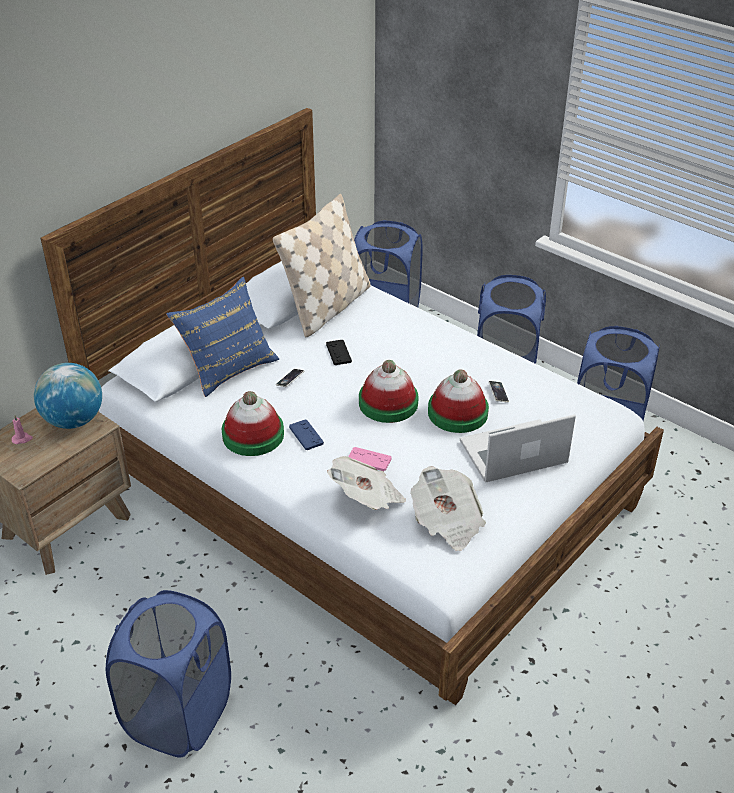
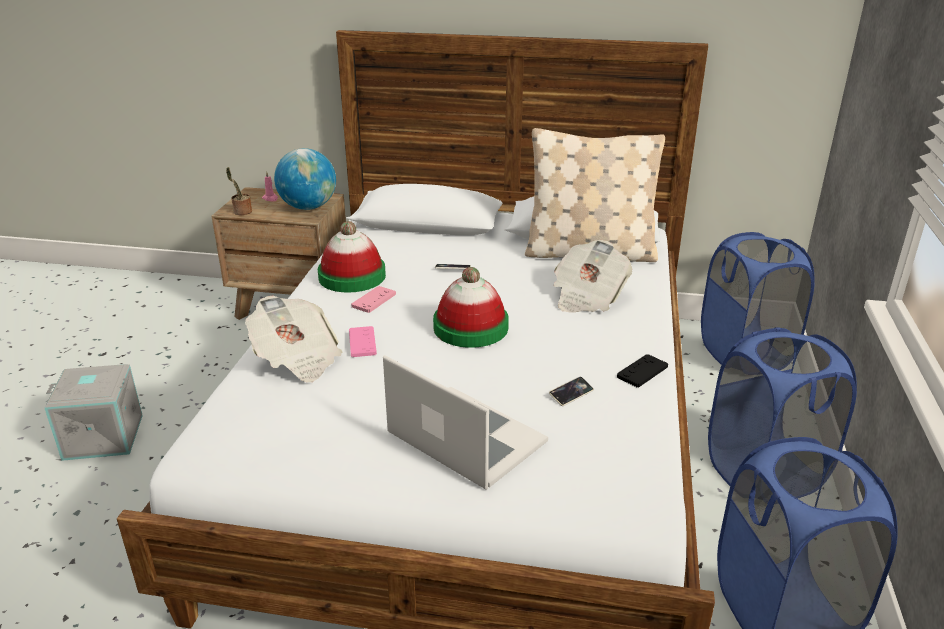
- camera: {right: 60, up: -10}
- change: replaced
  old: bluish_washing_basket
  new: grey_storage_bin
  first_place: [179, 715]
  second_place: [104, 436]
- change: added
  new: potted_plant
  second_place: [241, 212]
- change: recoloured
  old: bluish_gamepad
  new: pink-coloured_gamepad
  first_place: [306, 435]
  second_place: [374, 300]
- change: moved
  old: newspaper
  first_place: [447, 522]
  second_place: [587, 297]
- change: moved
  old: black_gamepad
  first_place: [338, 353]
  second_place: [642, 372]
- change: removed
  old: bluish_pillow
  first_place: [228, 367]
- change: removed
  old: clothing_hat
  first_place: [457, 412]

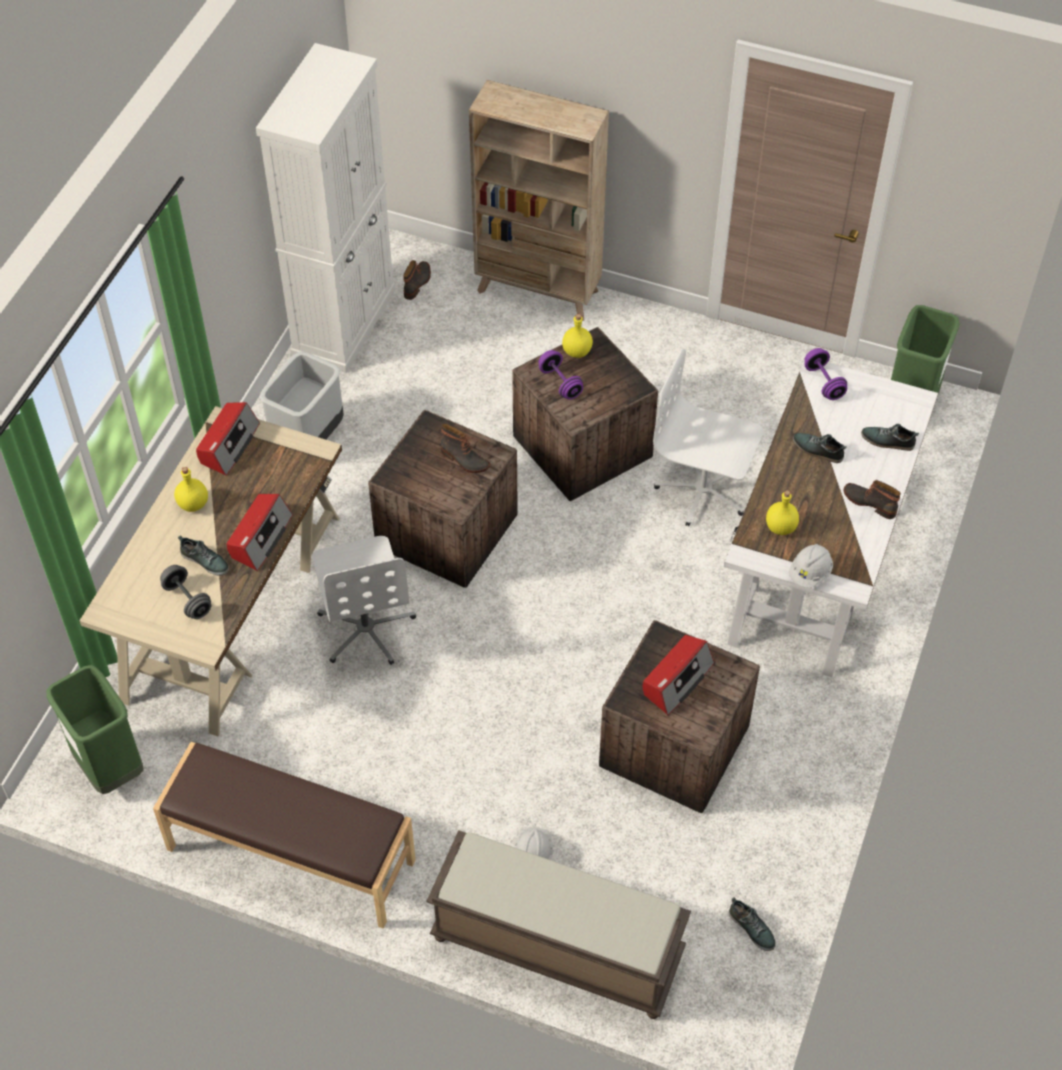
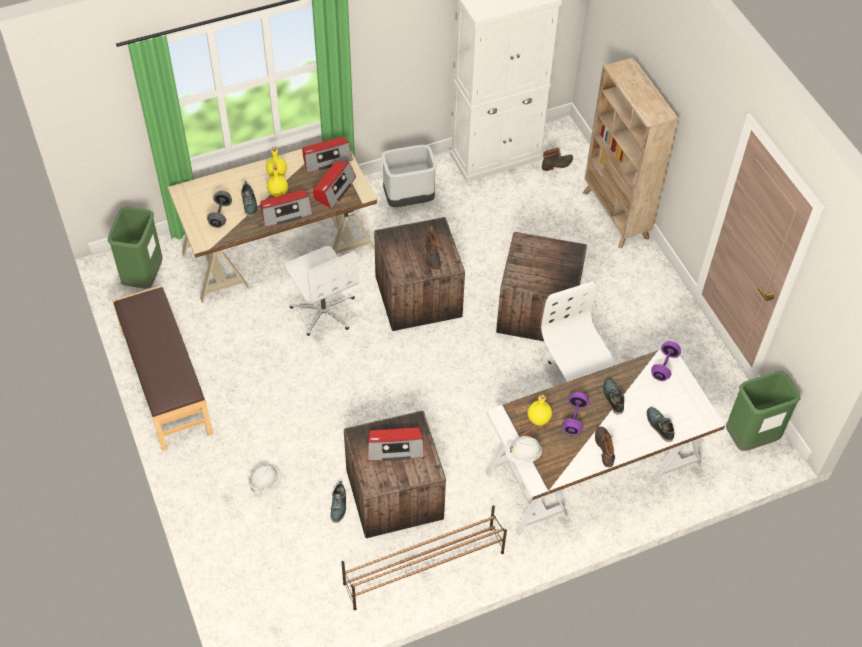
- camera: {right: 45, up: 0}
- change: moved
  old: yellow_drink_bottle
  first_place: [577, 352]
  second_place: [278, 193]
- change: turned
  old: whitish_desk_chair
  first_place: [366, 628]
  second_place: [324, 310]
  degrees: -60
- change: added
  new: radio
  second_place: [334, 189]
- change: moved
  old: low_shoe
  first_place: [752, 928]
  second_place: [339, 505]
- change: added
  new: brownish_shoe_rack
  second_place: [423, 568]
- change: moved
  old: purple_dumbbell
  first_place: [560, 383]
  second_place: [574, 419]
- change: removed
  old: brownish_bench
  first_place: [555, 947]

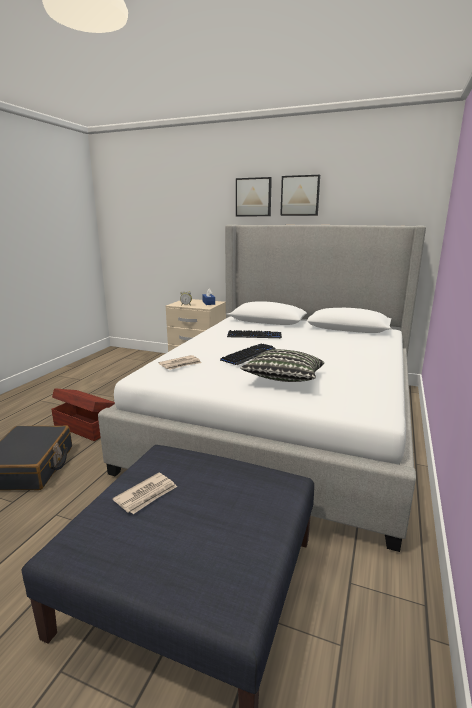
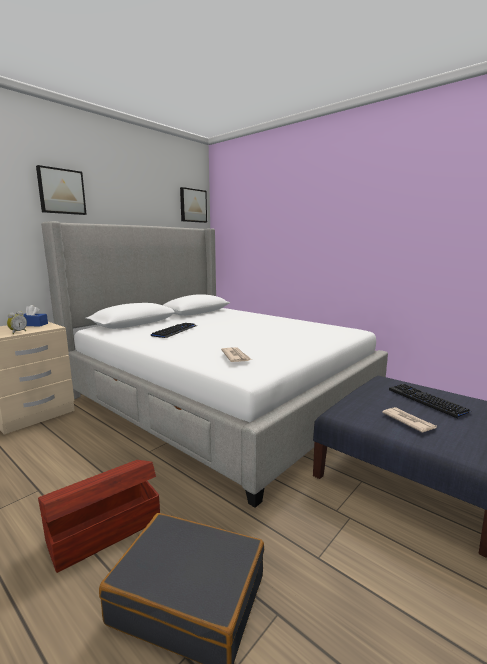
- camera: {right: -70, up: -5}
- change: moved
  old: wall_picture
  first_place: [300, 196]
  second_place: [192, 205]
- change: moved
  old: computer_keyboard
  first_place: [249, 355]
  second_place: [427, 400]
- change: removed
  old: pillow
  first_place: [283, 380]

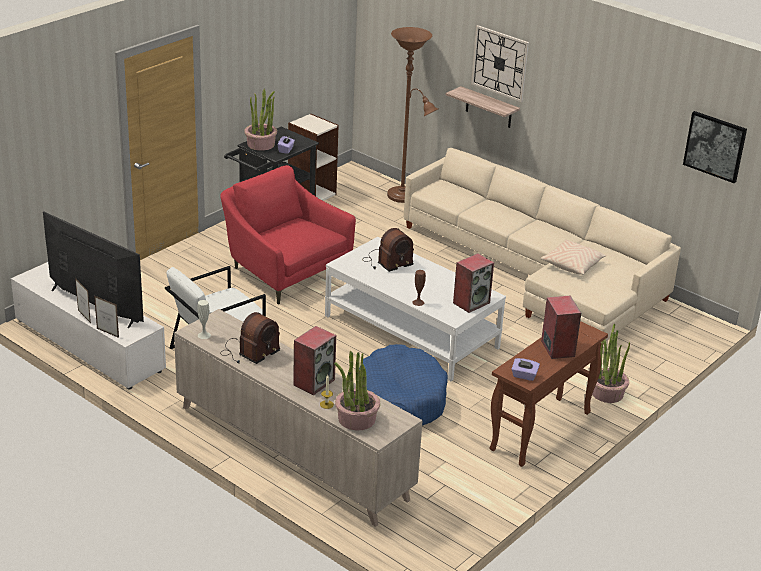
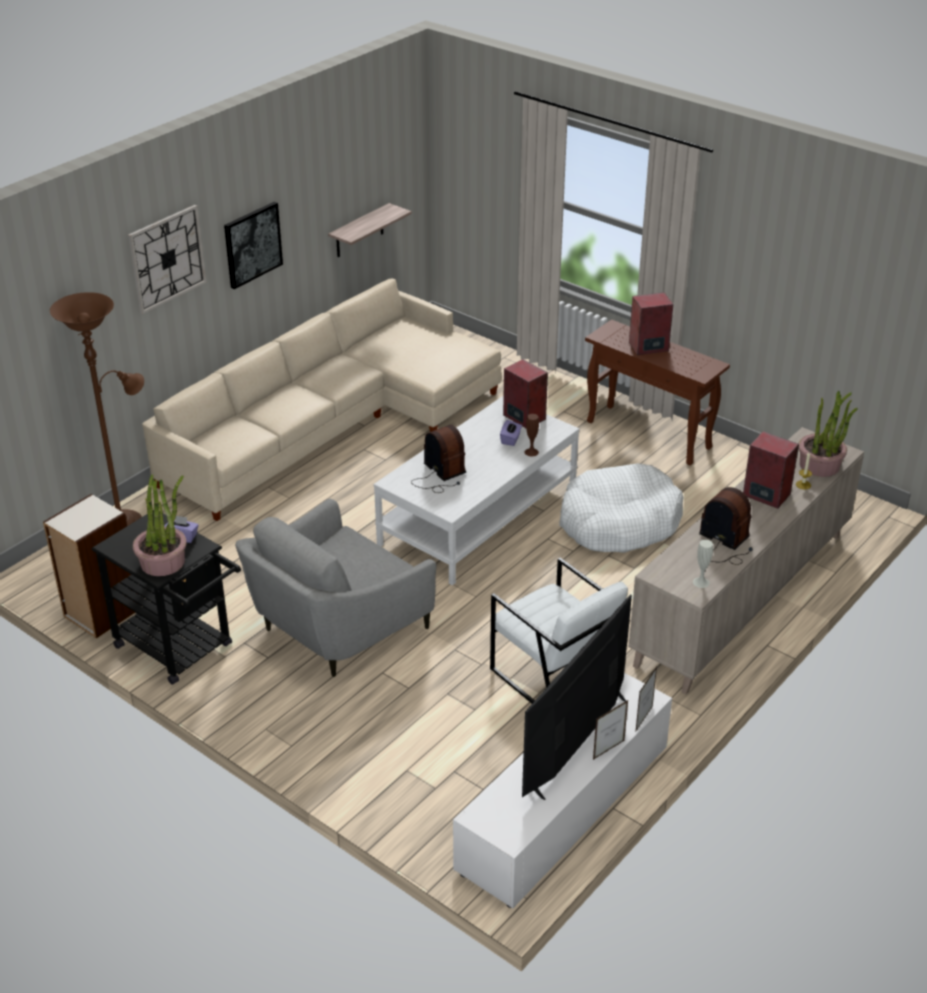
- camera: {right: -90, up: 5}
- change: moved
  old: wall_picture
  first_place: [715, 146]
  second_place: [252, 244]
- change: recoloured
  old: reddish_easy_chair
  new: grey_easy_chair
  first_place: [284, 270]
  second_place: [337, 628]
- change: moved
  old: bracket_shelf
  first_place: [489, 108]
  second_place: [359, 231]
- change: moved
  old: purple_box_of_tissues
  first_place: [524, 376]
  second_place: [511, 439]
- change: recoloured
  old: bluish_pet_bed
  new: whitish_pet_bed
  first_place: [401, 399]
  second_place: [618, 522]
- change: removed
  old: beige-coloured_pillow
  first_place: [572, 264]
- change: removed
  old: potted_plant
  first_place: [607, 393]

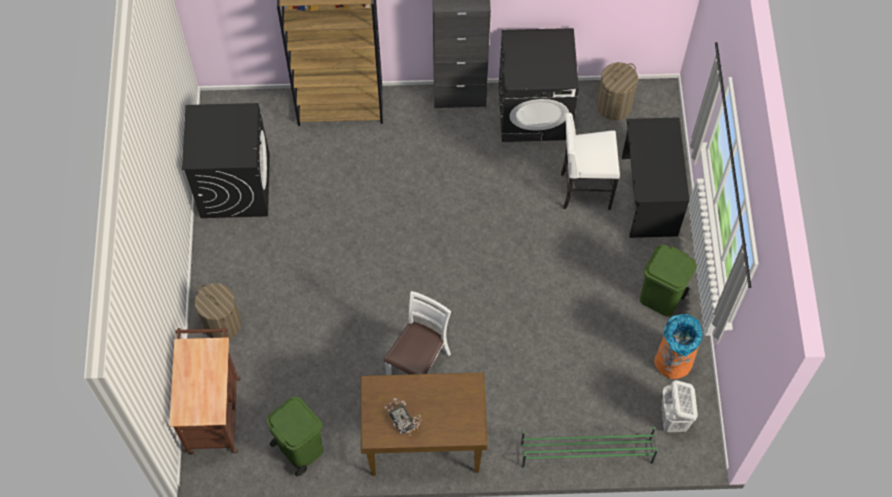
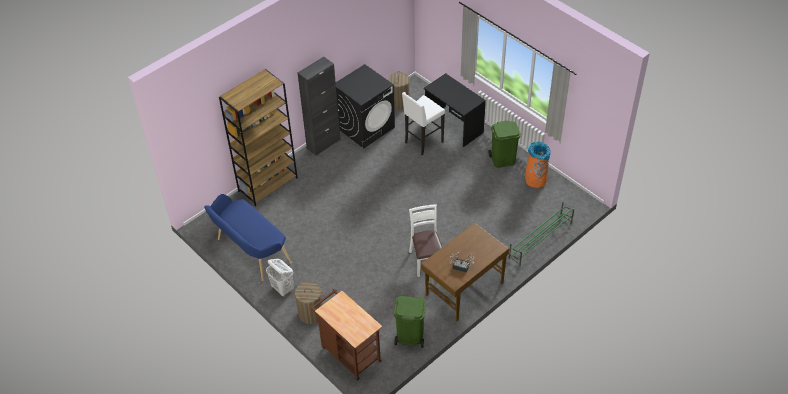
- camera: {right: -40, up: -15}
- change: replaced
  old: black_washing_machine
  new: bluish_bench
  first_place: [235, 185]
  second_place: [250, 252]
- change: moved
  old: whitish_washing_basket
  first_place: [673, 420]
  second_place: [283, 289]

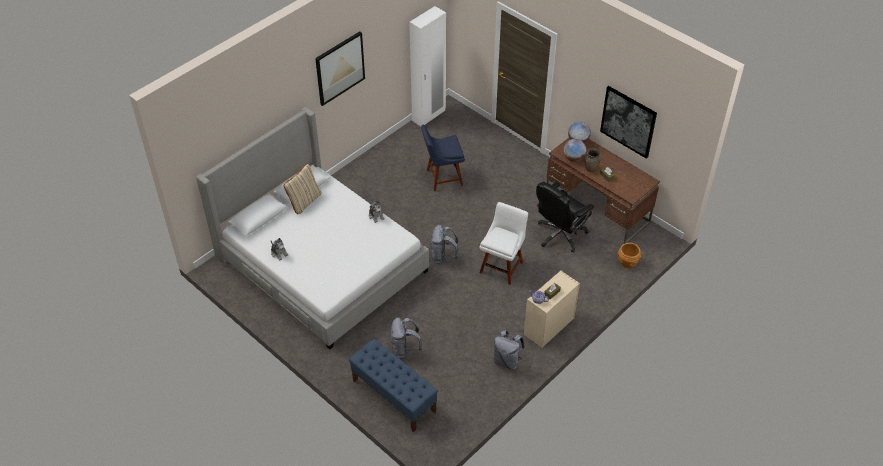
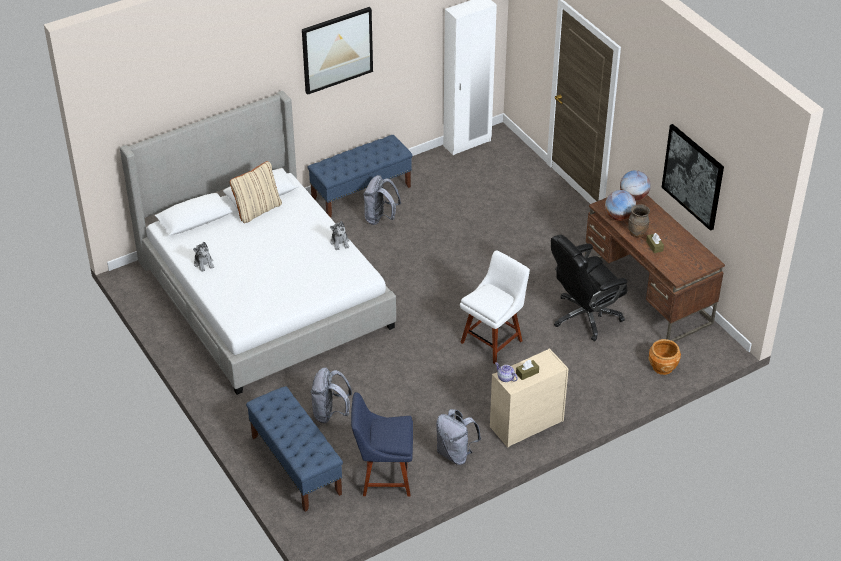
- camera: {right: 15, up: -5}
- change: added
  new: bluish_bench
  second_place: [361, 193]
- change: moved
  old: bluish_chair
  first_place: [442, 178]
  second_place: [383, 477]
- change: moved
  old: grey_knapsack
  first_place: [443, 256]
  second_place: [380, 218]

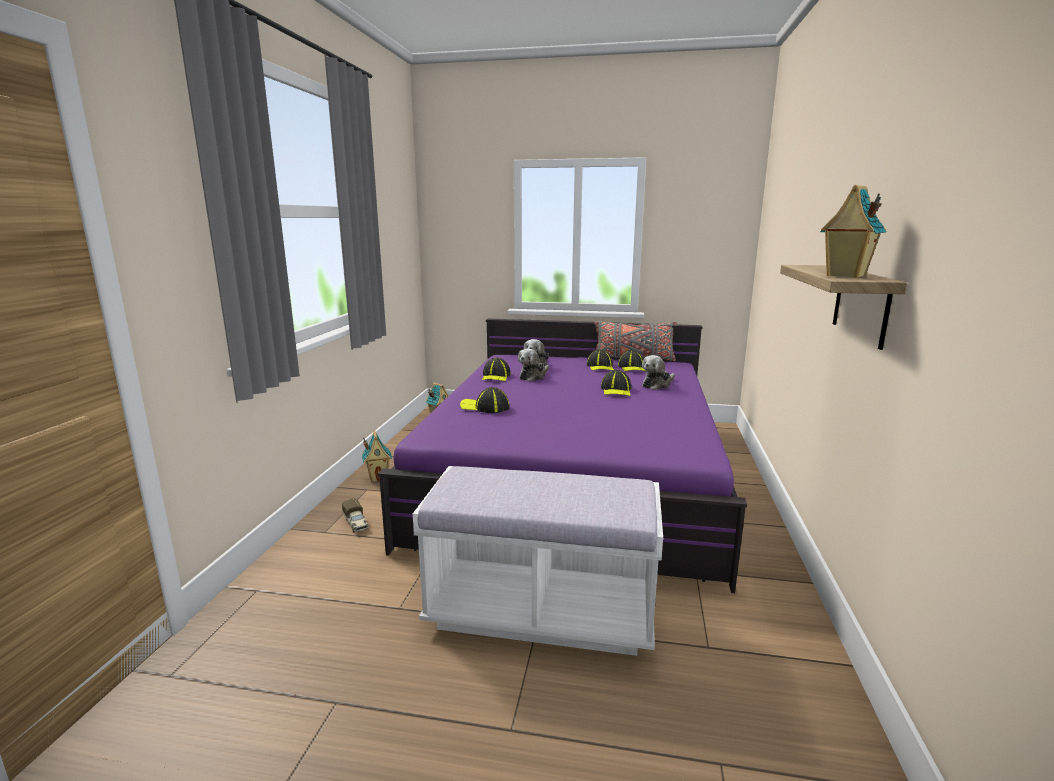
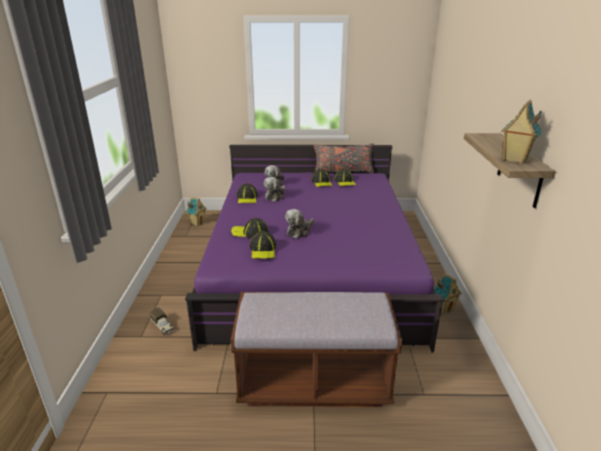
- camera: {right: -10, up: 10}
- change: recoloured
  old: whitish_bench
  new: brownish_bench
  first_place: [541, 611]
  second_place: [314, 382]
- change: moved
  old: cap
  first_place: [616, 390]
  second_place: [263, 250]
- change: moved
  old: plush_toy
  first_place: [657, 385]
  second_place: [299, 231]
- change: moved
  old: toy_house
  first_place: [379, 478]
  second_place: [443, 308]

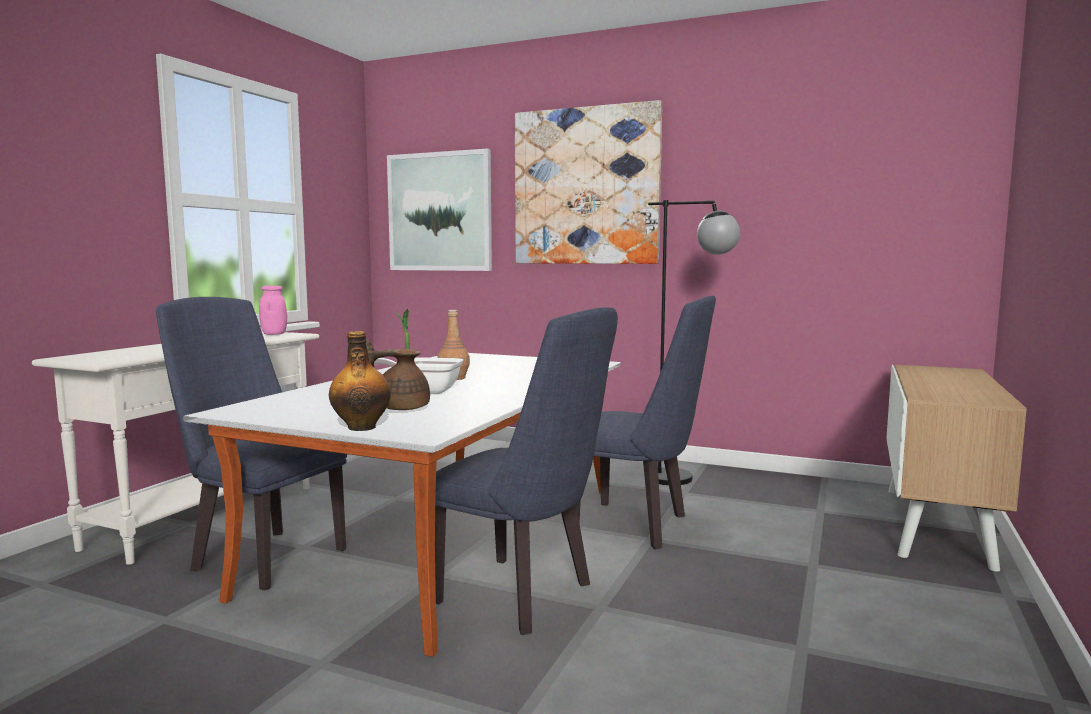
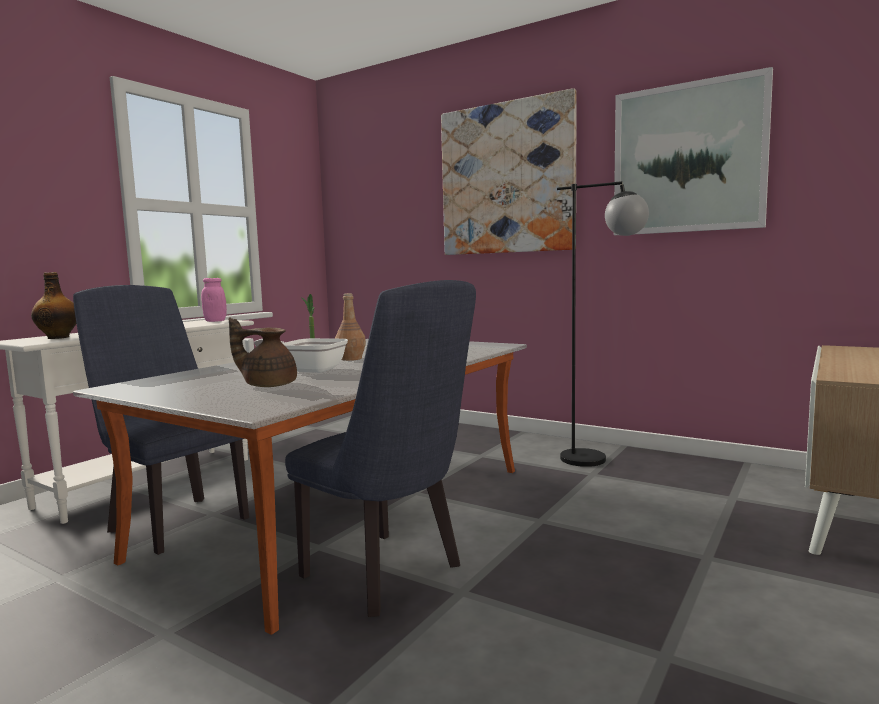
- camera: {right: 10, up: 0}
- change: moved
  old: drink_bottle
  first_place: [361, 427]
  second_place: [59, 337]
- change: moved
  old: wall_picture
  first_place: [439, 212]
  second_place: [688, 158]
- change: removed
  old: bluish_chair
  first_place: [640, 526]

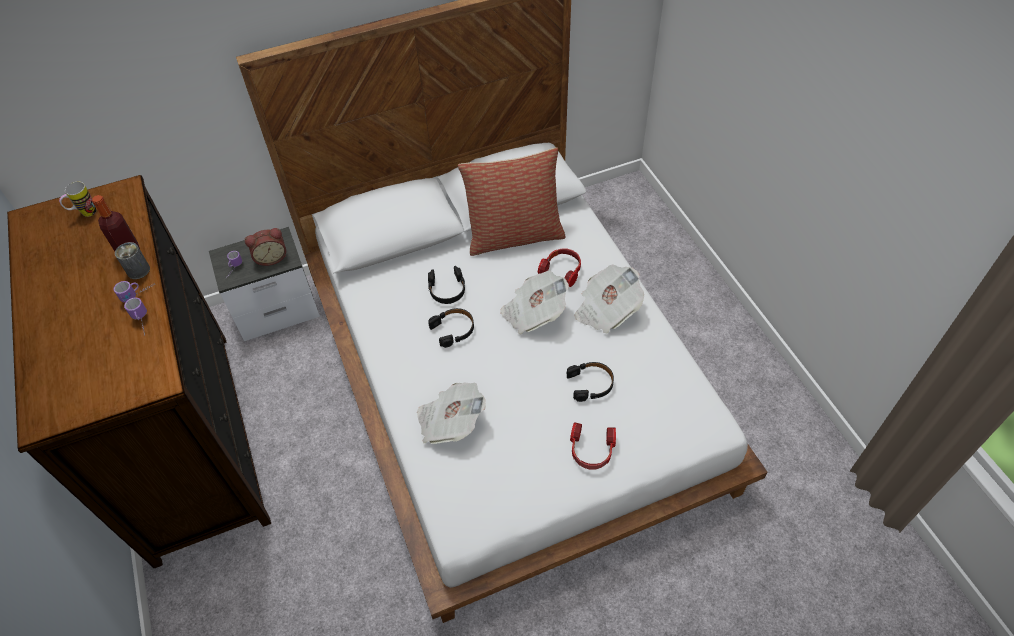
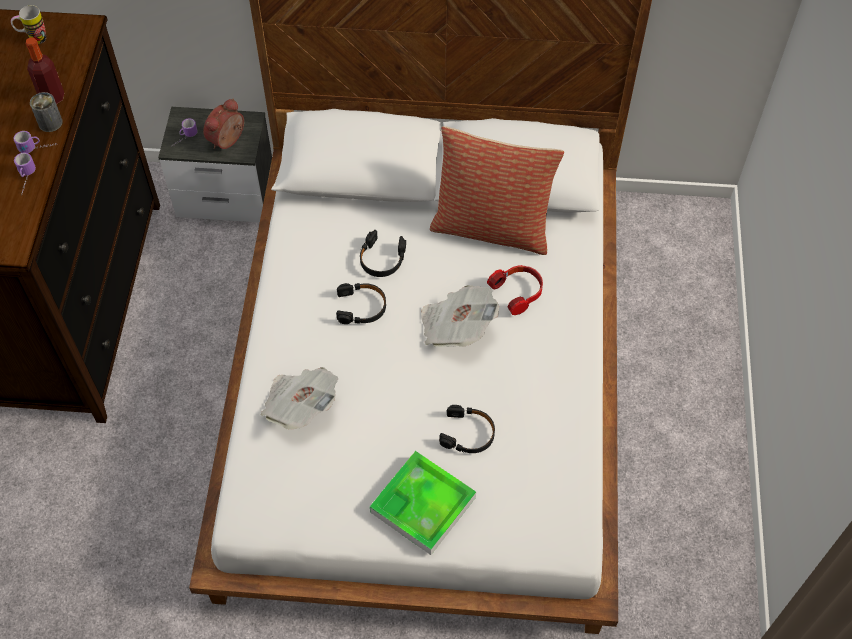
- camera: {right: 25, up: 5}
- change: turned
  old: alarm_clock
  first_place: [271, 257]
  second_place: [228, 141]
  degrees: 120
- change: replaced
  old: headphones
  new: tray
  first_place: [591, 451]
  second_place: [423, 505]
- change: removed
  old: newspaper
  first_place: [606, 310]

